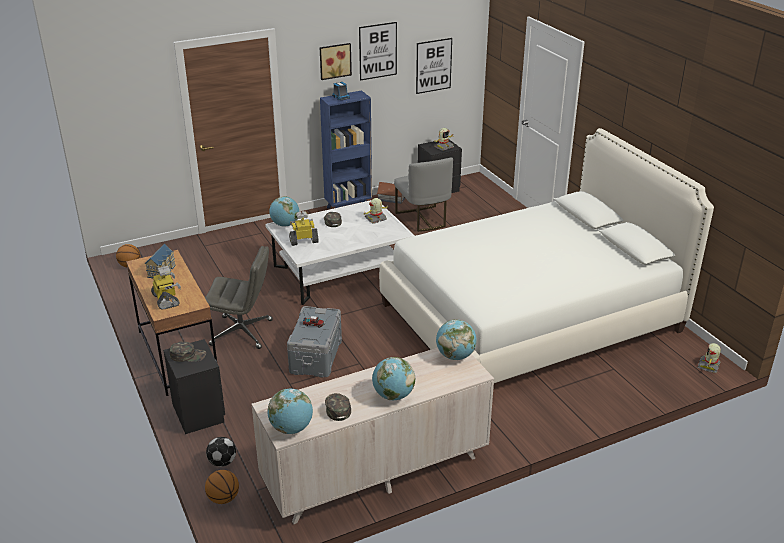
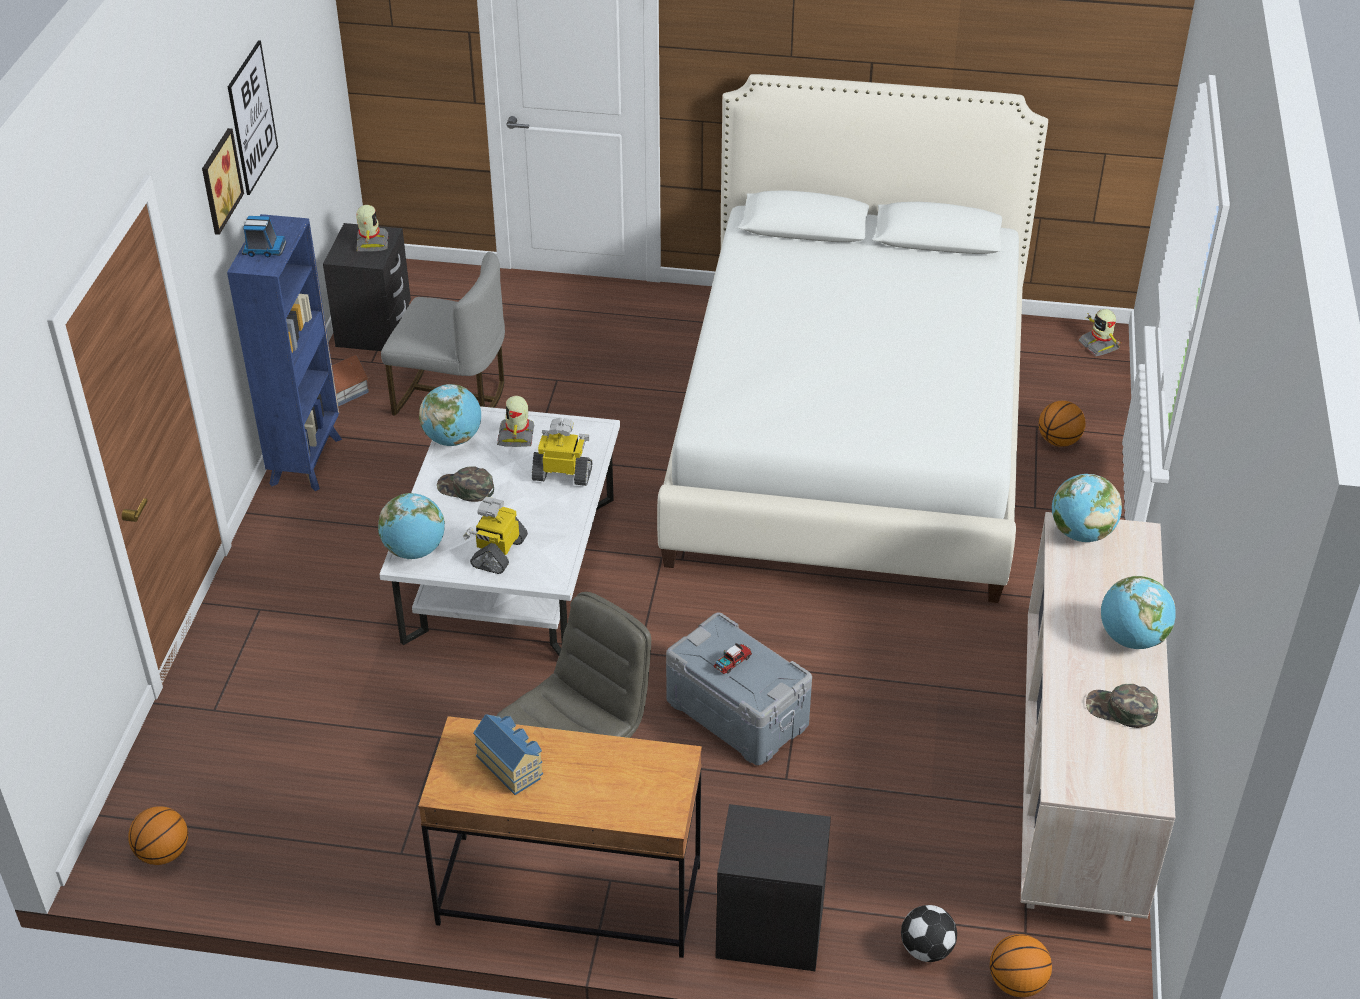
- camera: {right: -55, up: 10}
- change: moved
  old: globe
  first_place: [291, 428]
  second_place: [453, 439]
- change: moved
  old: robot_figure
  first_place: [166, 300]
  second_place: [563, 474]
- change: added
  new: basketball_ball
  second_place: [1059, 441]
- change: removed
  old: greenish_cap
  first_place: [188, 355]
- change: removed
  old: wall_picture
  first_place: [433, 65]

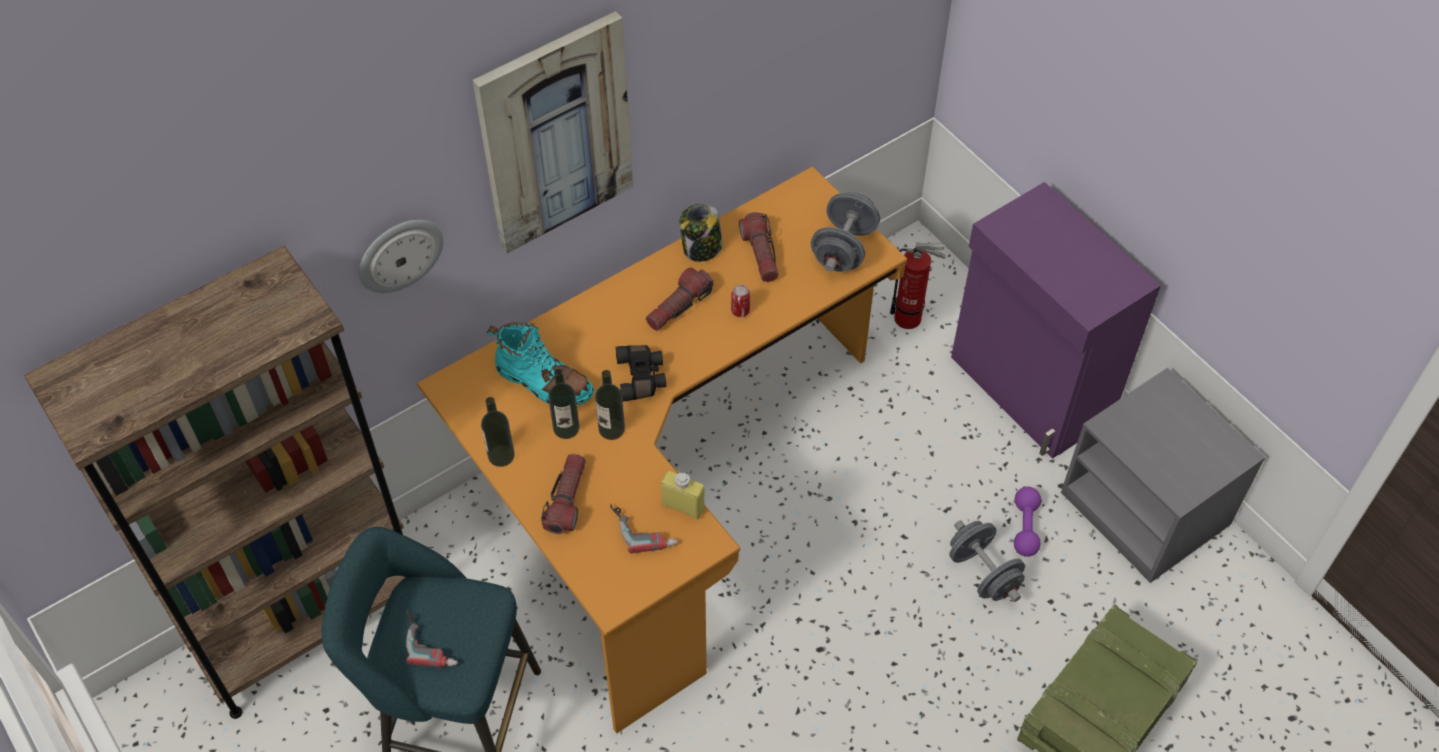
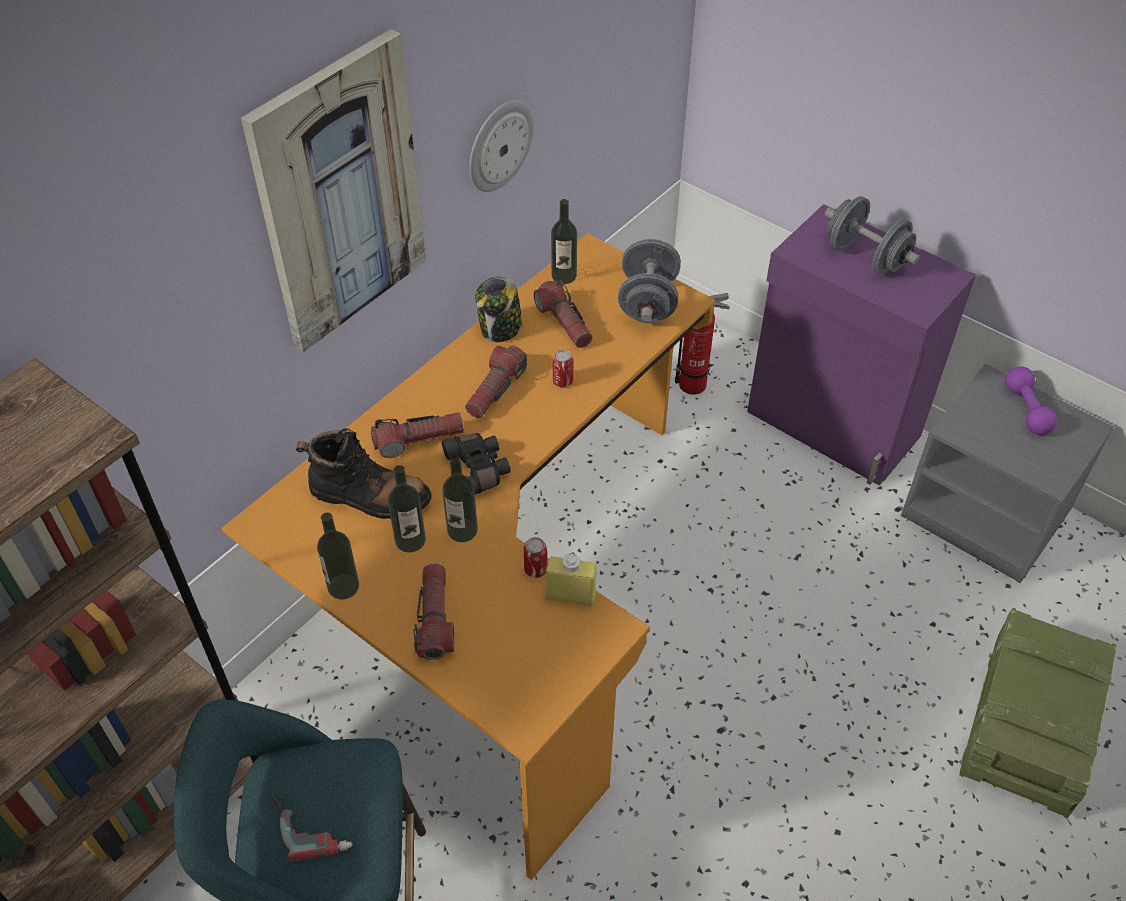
- camera: {right: -15, up: -5}
- change: recoloured
  old: blue-green_high-top_boot
  new: black_high-top_boot
  first_place: [543, 382]
  second_place: [369, 497]
- change: added
  new: hand_torch
  second_place: [418, 440]
- change: moved
  old: clock_on_the_wall
  first_place: [400, 254]
  second_place: [499, 145]
- change: added
  new: can
  second_place: [535, 569]
- change: added
  new: drink_bottle
  second_place: [564, 276]
- change: moved
  old: grey_dumbbell
  first_place: [983, 573]
  second_place: [865, 257]
- change: moved
  old: purple_dumbbell
  first_place: [1025, 527]
  second_place: [1026, 410]
- change: removed
  old: drill
  first_place: [644, 528]

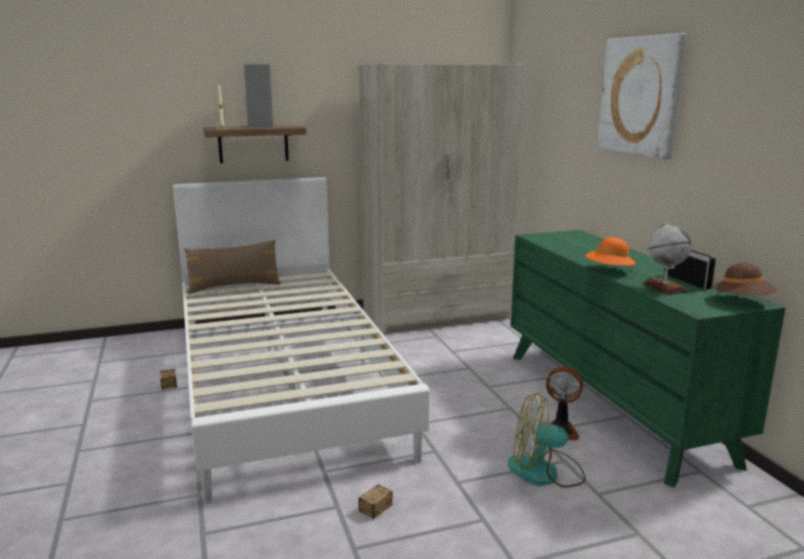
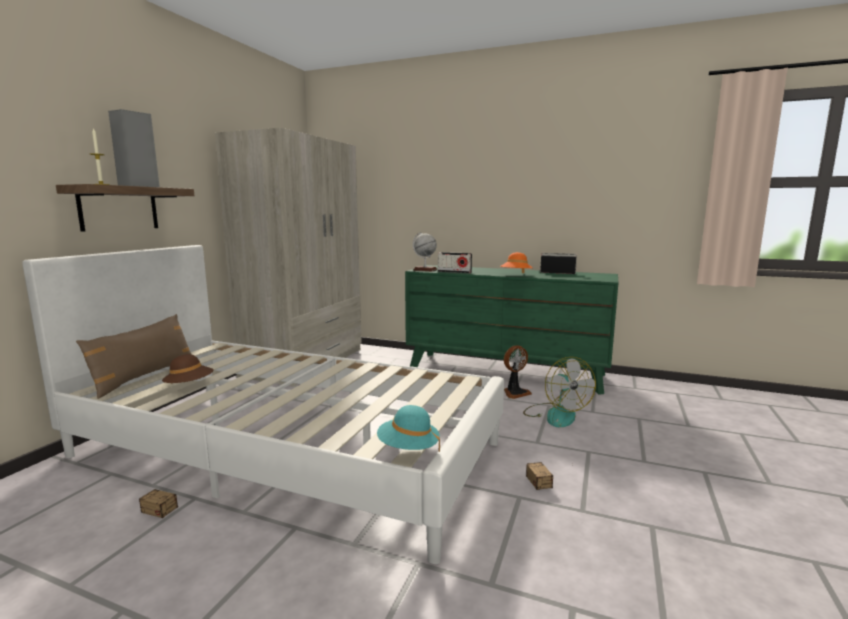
- camera: {right: -50, up: -5}
- change: moved
  old: brownish_clothing_hat
  first_place: [742, 301]
  second_place: [189, 386]
- change: added
  new: blue-green_clothing_hat
  second_place: [408, 448]
- change: moved
  old: globe
  first_place: [664, 288]
  second_place: [425, 270]
- change: added
  new: radio
  second_place: [454, 272]
- change: turned
  old: cooling_fan
  first_place: [545, 472]
  second_place: [556, 414]
  degrees: -60
- change: removed
  old: wall_picture
  first_place: [640, 96]

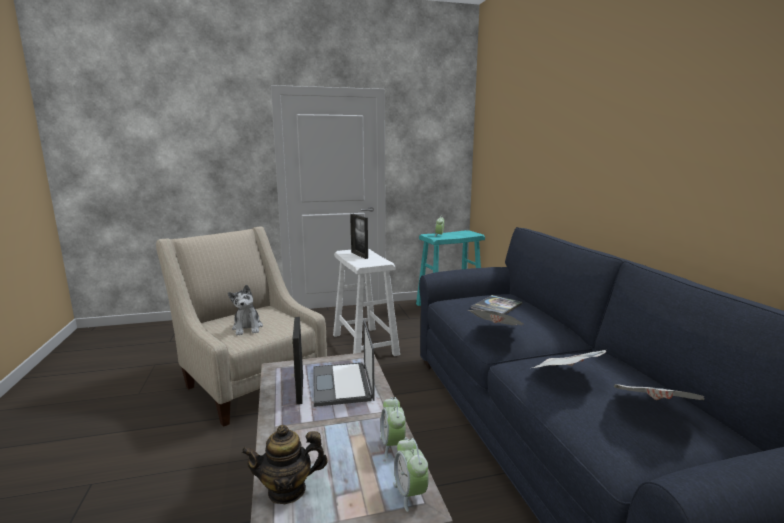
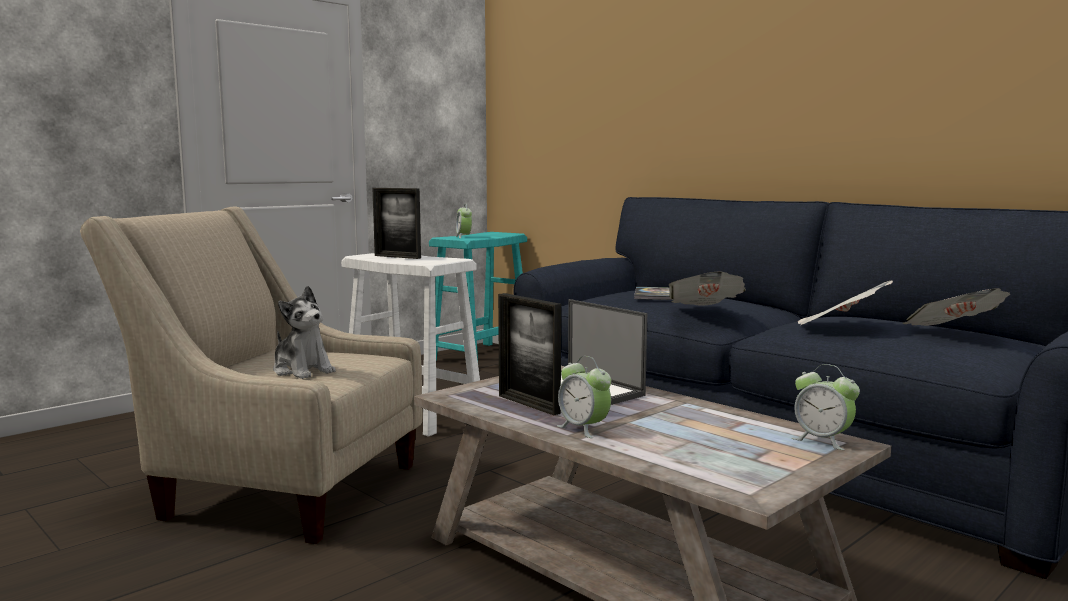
- camera: {right: -30, up: -5}
- change: moved
  old: alarm_clock
  first_place: [392, 445]
  second_place: [583, 429]
- change: removed
  old: teapot
  first_place: [287, 490]

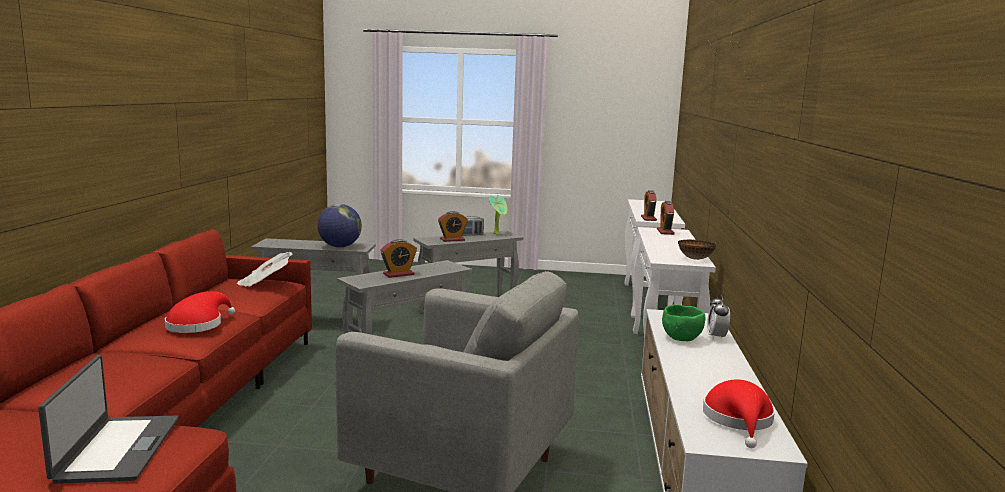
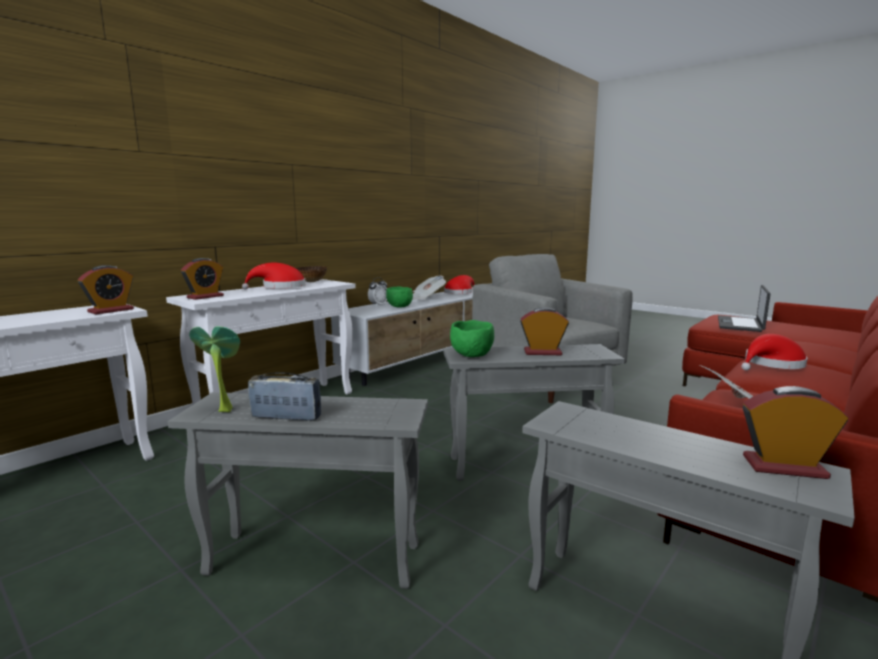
- camera: {right: -145, up: 0}
- change: added
  new: reddish_clothing_hat
  second_place: [280, 287]
- change: added
  new: newspaper
  second_place: [426, 298]
- change: added
  new: greenish_deep_dish
  second_place: [471, 354]
- change: moved
  old: alarm_clock
  first_place: [452, 240]
  second_place: [784, 467]
- change: removed
  old: globe
  first_place: [340, 246]

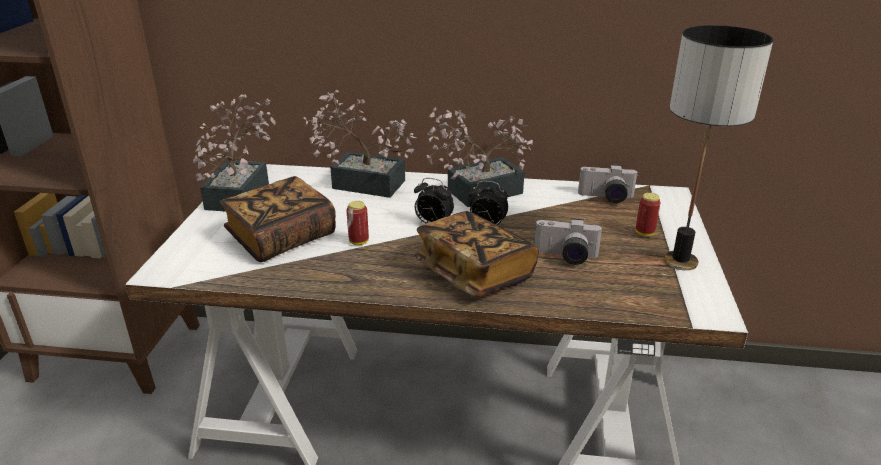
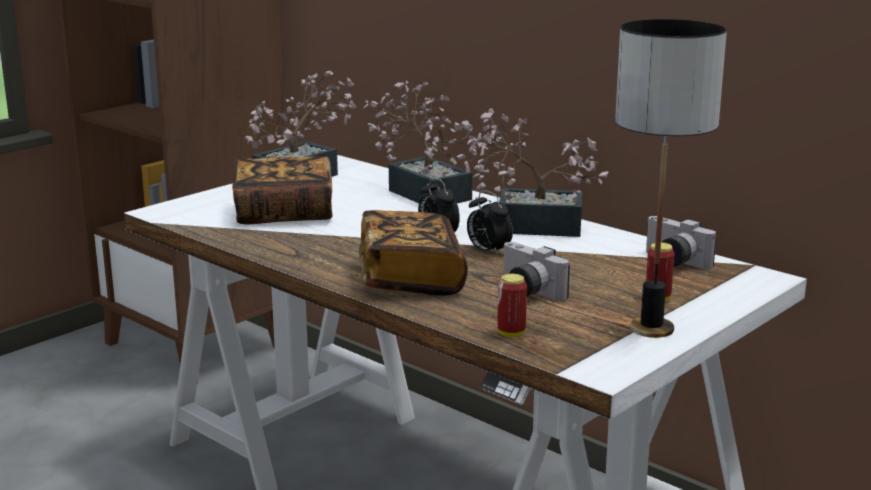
- camera: {right: 35, up: -10}
- change: moved
  old: can
  first_place: [359, 242]
  second_place: [511, 333]

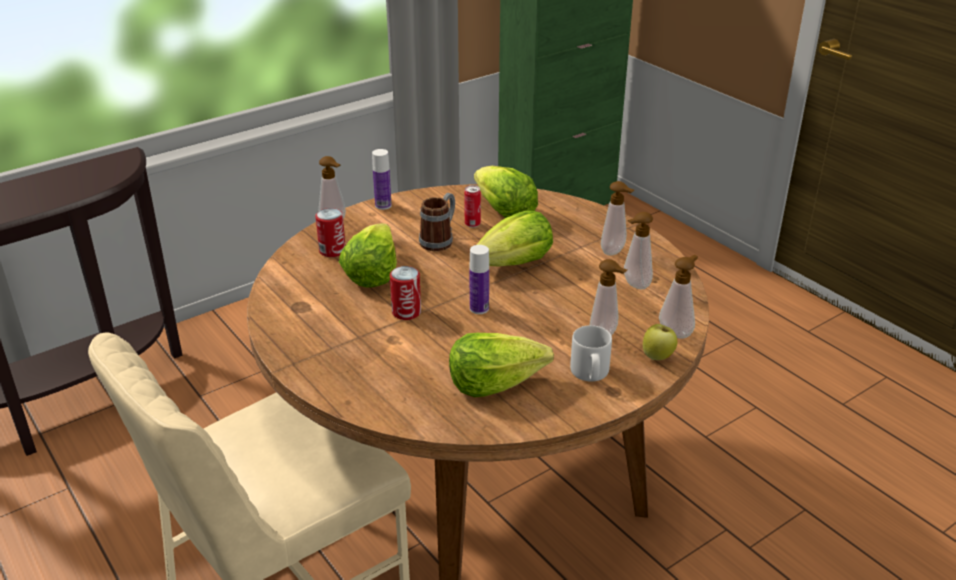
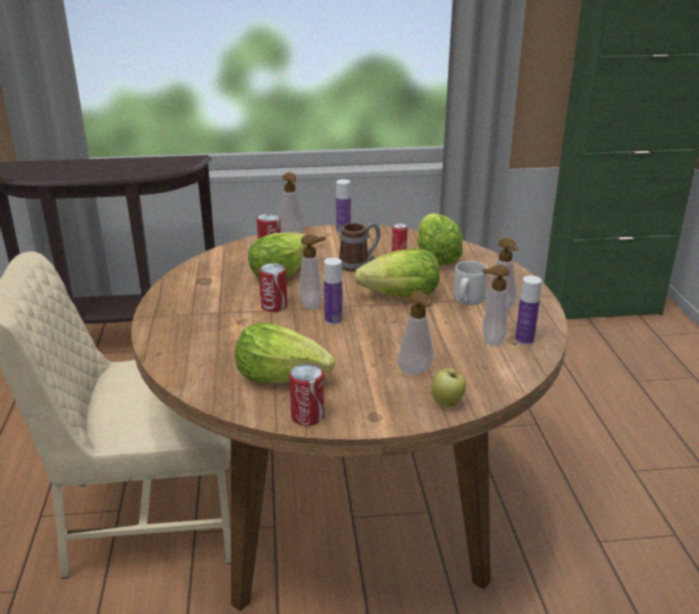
- camera: {right: 30, up: -5}
- change: added
  new: can
  second_place: [307, 416]
- change: moved
  old: liquid_soap_bottle
  first_place: [676, 332]
  second_place: [313, 305]
- change: moved
  old: grey_coffee_mug
  first_place: [590, 373]
  second_place: [467, 300]
- change: added
  new: drink_bottle
  second_place: [524, 340]

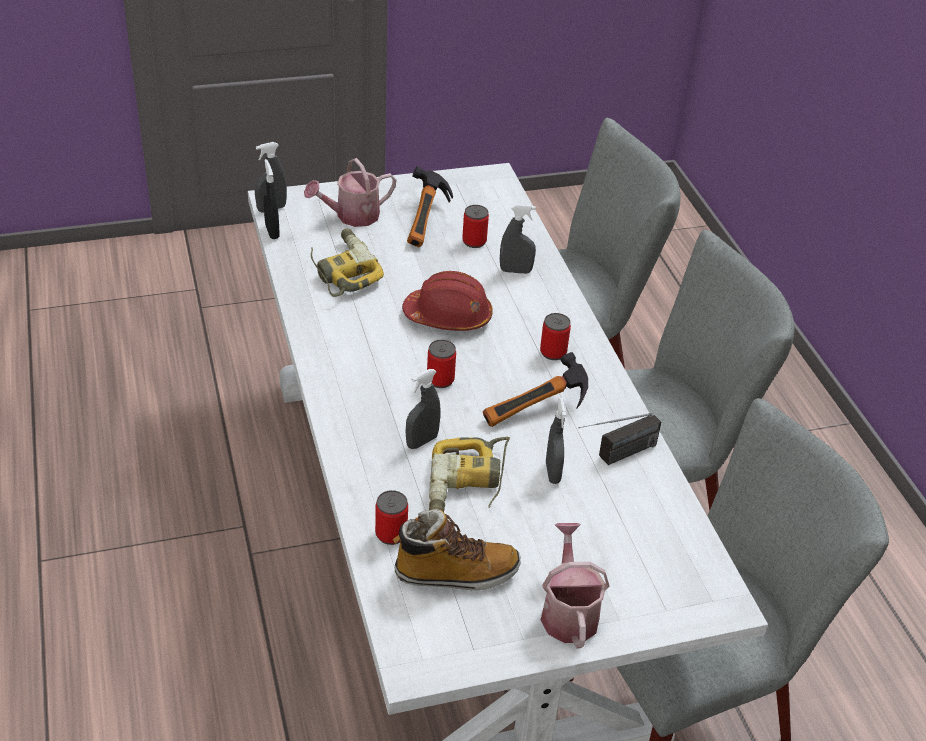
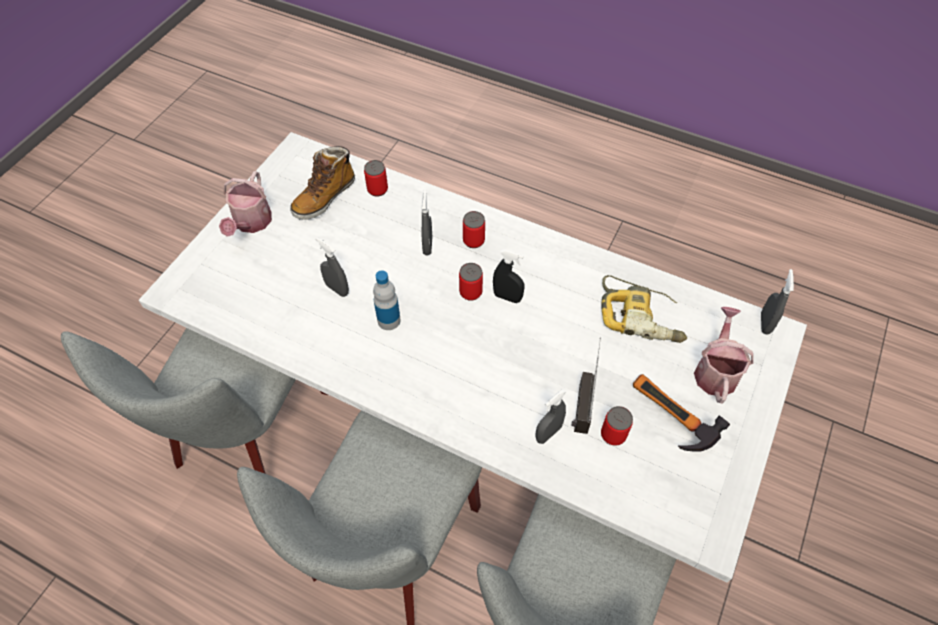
- camera: {right: 135, up: 15}
- change: turned
  old: sprinkling_can
  first_place: [568, 611]
  second_place: [251, 223]
  degrees: 60
- change: replaced
  old: tool_hammer
  new: drink_bottle
  first_place: [537, 413]
  second_place: [389, 320]
- change: moved
  old: can
  first_place: [553, 352]
  second_place: [473, 240]
- change: moved
  old: black_sprayer
  first_place: [272, 232]
  second_place: [507, 297]
- change: moved
  old: radio
  first_place: [615, 457]
  second_place: [583, 395]
- change: removed
  old: reddish_safety_helmet
  first_place: [448, 317]
- change: removed
  old: drill
  first_place: [467, 485]

